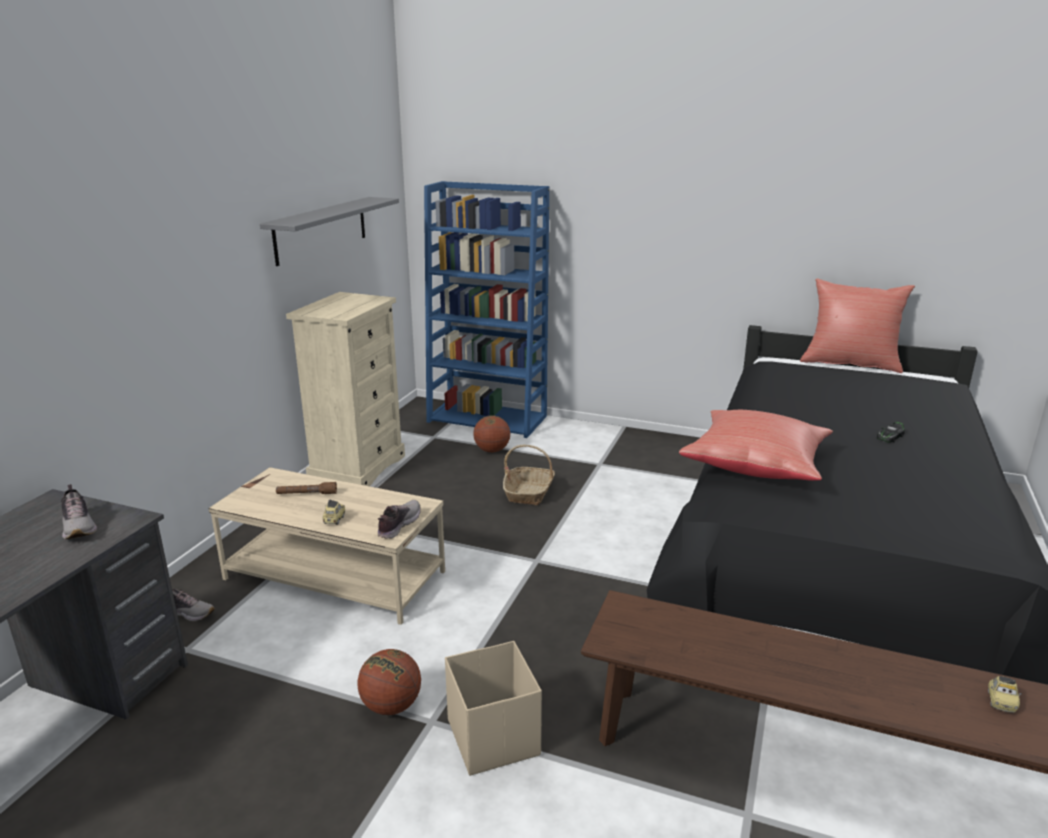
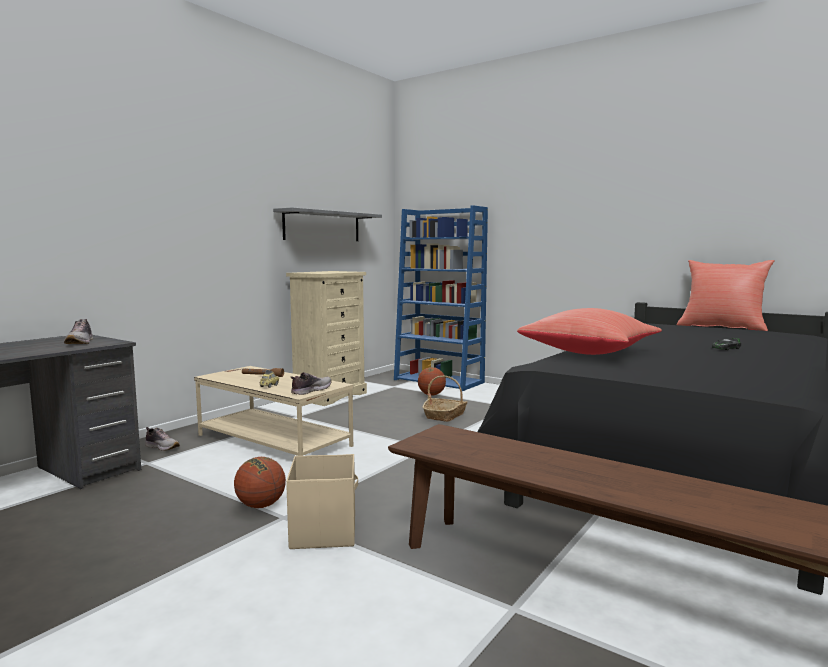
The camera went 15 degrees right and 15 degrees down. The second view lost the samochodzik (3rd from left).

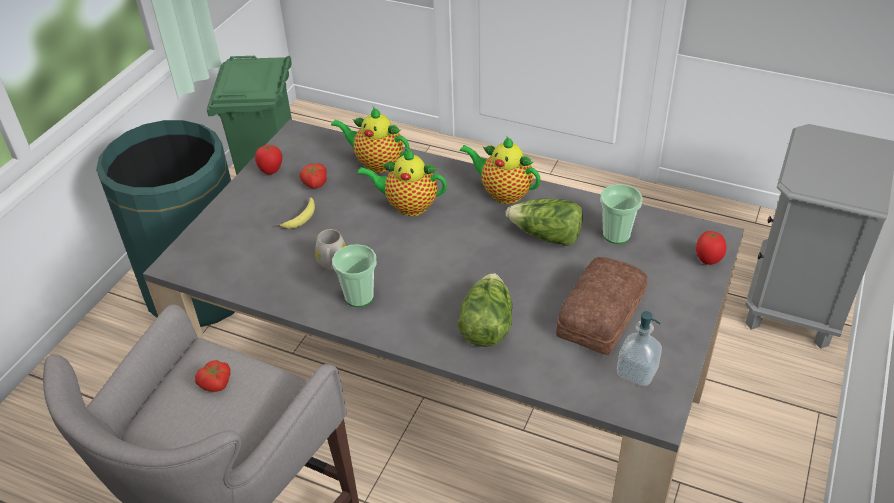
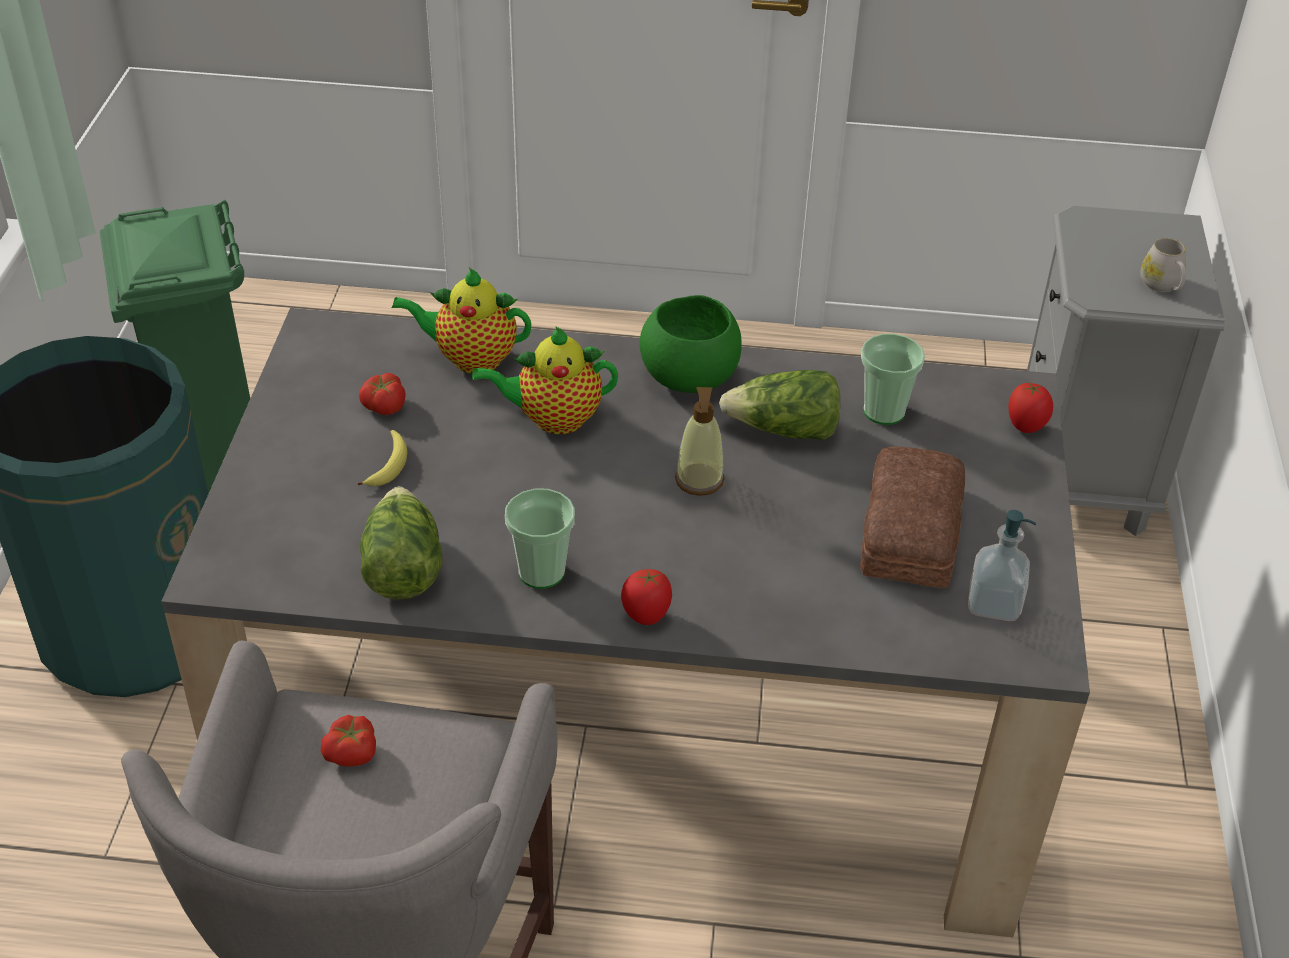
The camera went 20 degrees left and 0 degrees up. The pomidor (2nd from left in the first image) ended up elsewhere. The kubek/biały ended up elsewhere. The sałata (1st from left) ended up elsewhere. Where the imbryk (3rd from left) stood, the miska/zielony came to stand. The second view gained the dozownik mydła (1st from left).

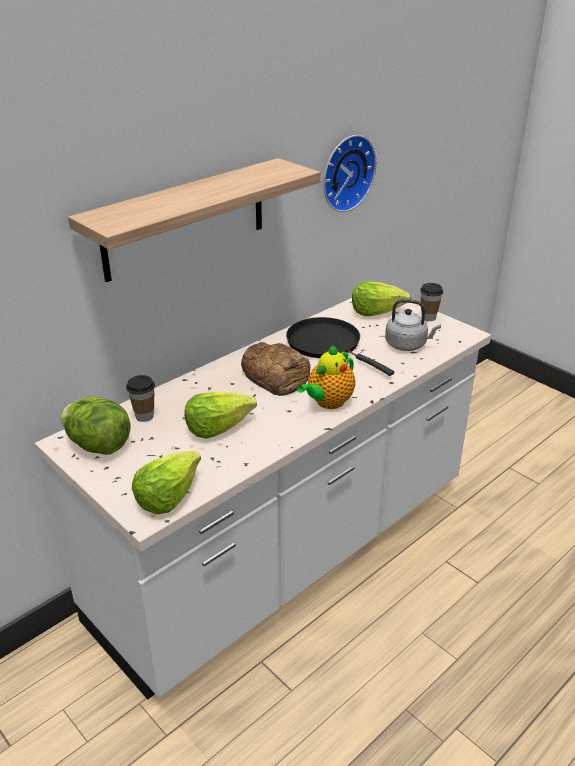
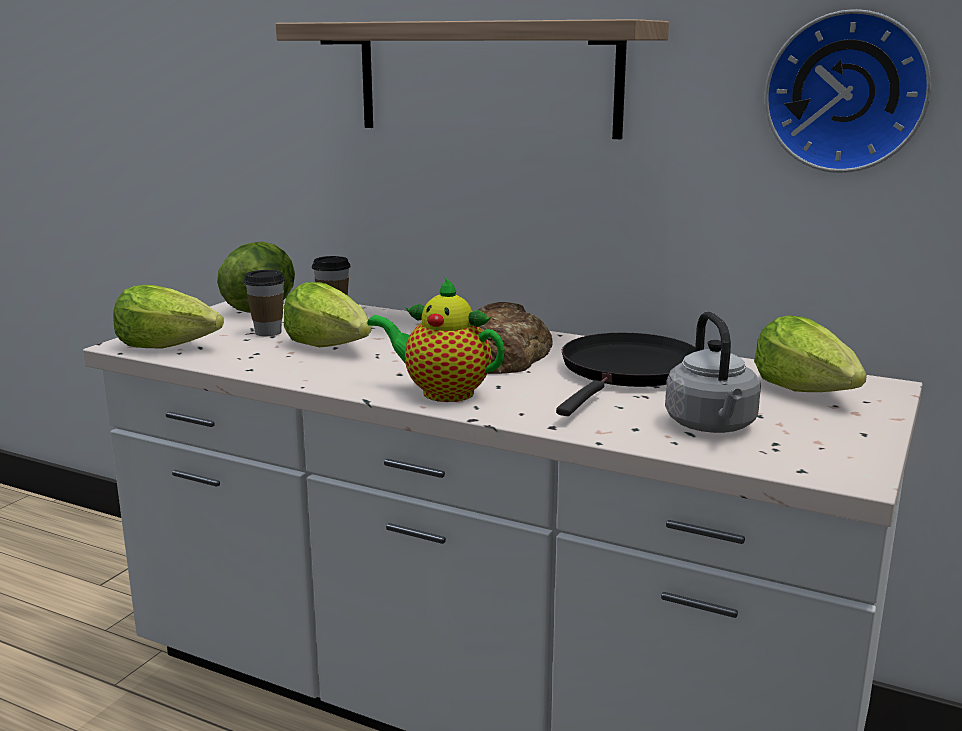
The camera went 70 degrees right and 15 degrees down. The filiżanka (2nd from left in the first image) ended up elsewhere.

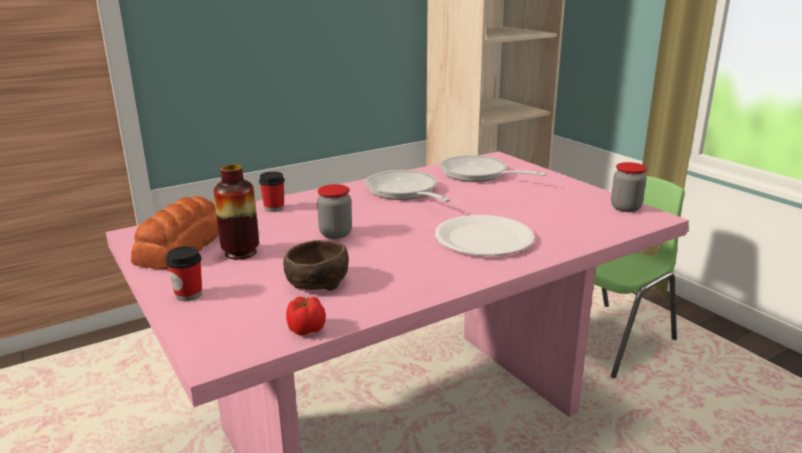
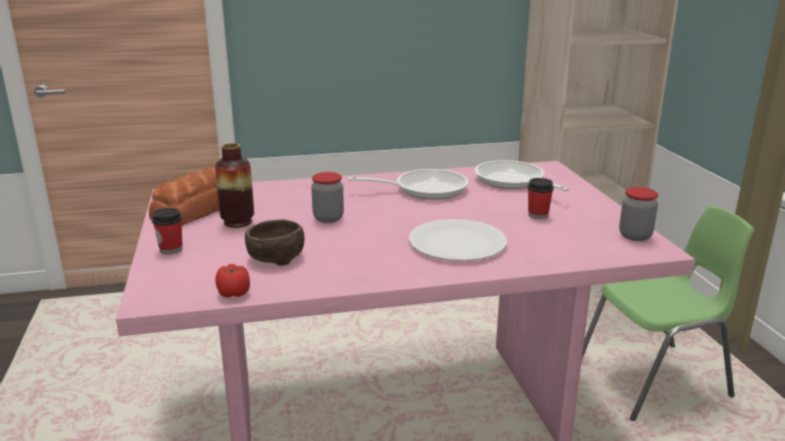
The camera went 20 degrees right and 0 degrees up. The filiżanka (2nd from left) ended up elsewhere. The patelnia (1st from left) ended up facing another way, 90 degrees clockwise from before.

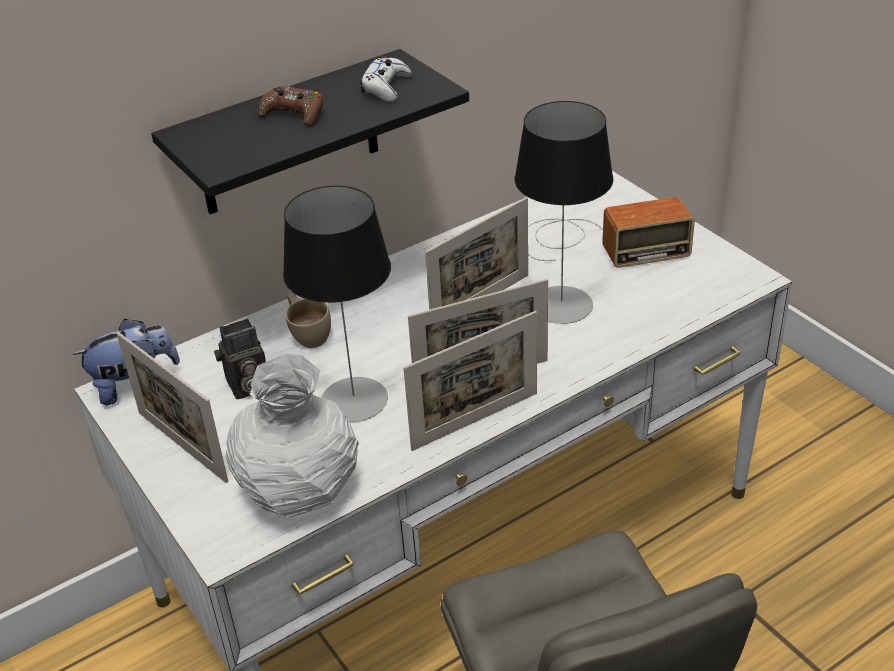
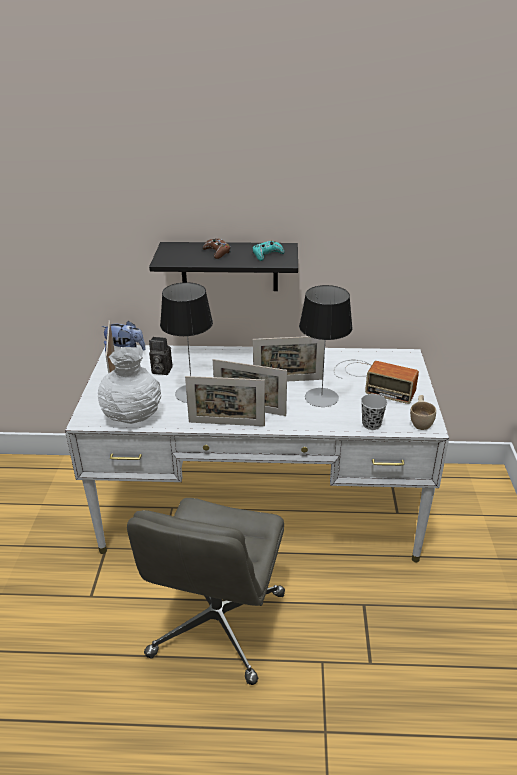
The camera went 35 degrees right and 5 degrees down. The filiżanka/beżowy ended up elsewhere. What was the pad do gier/biały turned into the pad do gier/turkusowy. The second view gained the filiżanka/czarny.

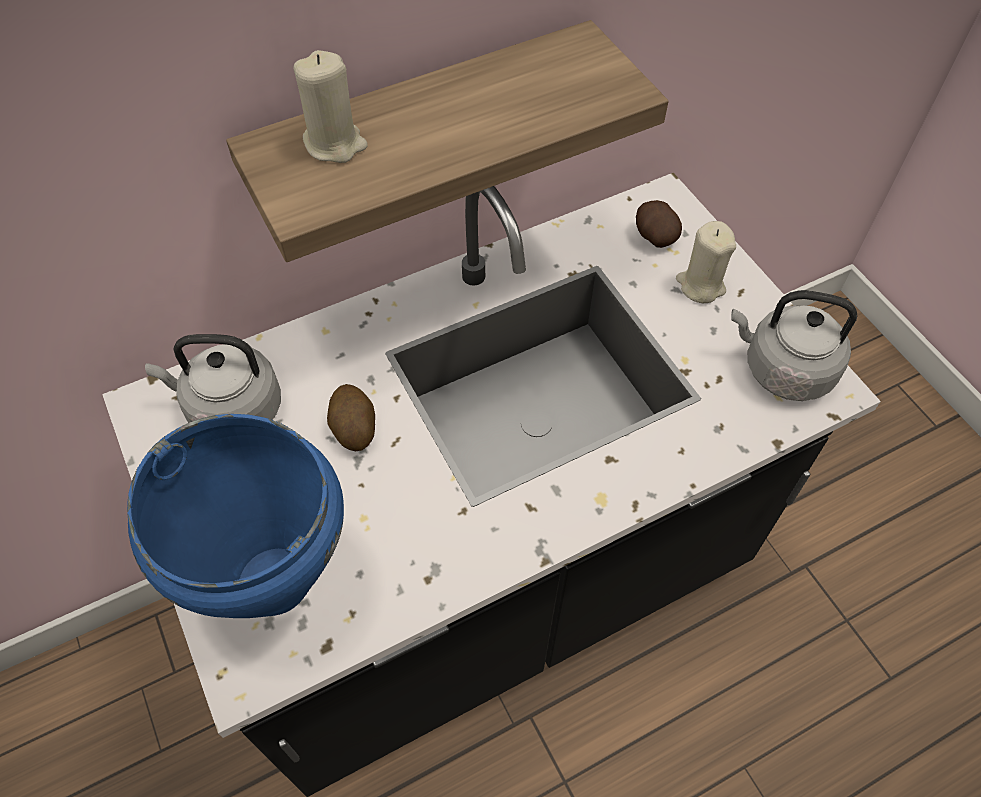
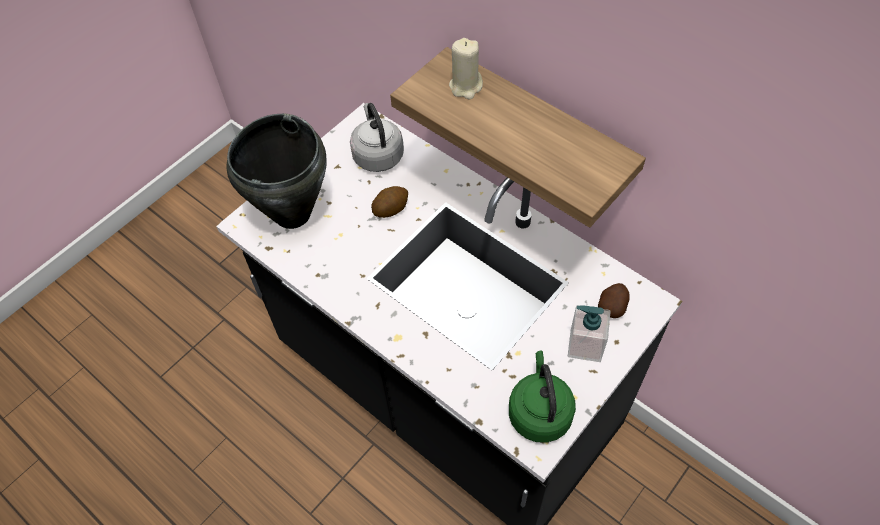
The camera went 70 degrees right and 0 degrees up. What was the garnek/niebieski turned into the garnek/czarny. Where the świeca/beżowy (2nd from left) stood, the dozownik mydła came to stand. What was the czajnik/szary (2nd from left) turned into the czajnik/zielony.

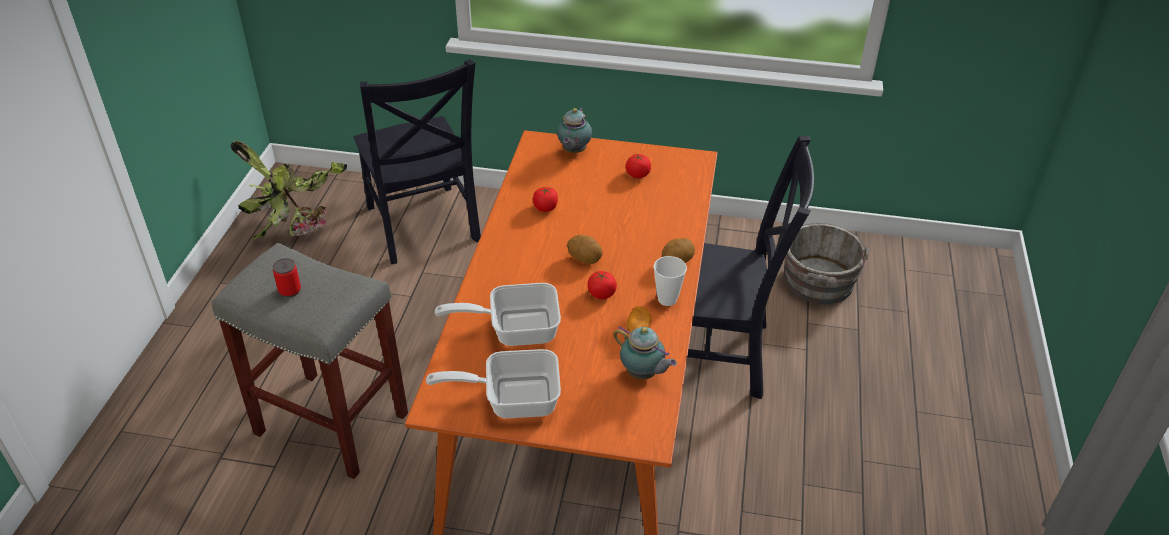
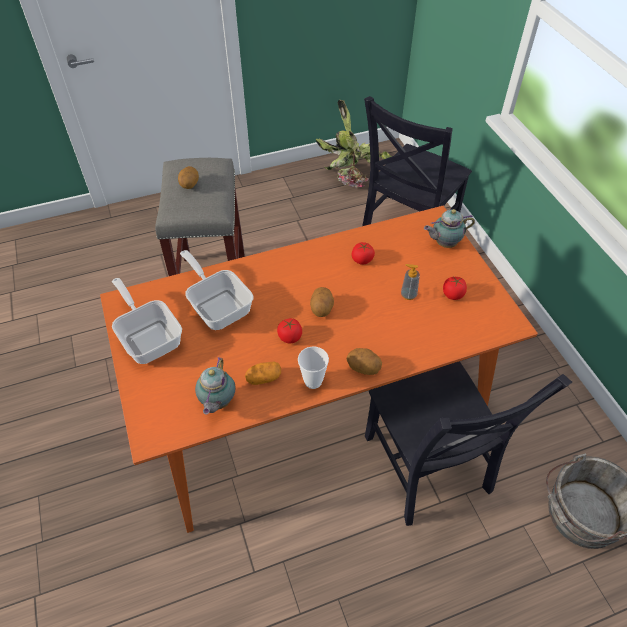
The camera went 60 degrees right and 10 degrees up. Where the puszka stood, the ziemniak (1st from left) came to stand. The second view gained the dozownik mydła.

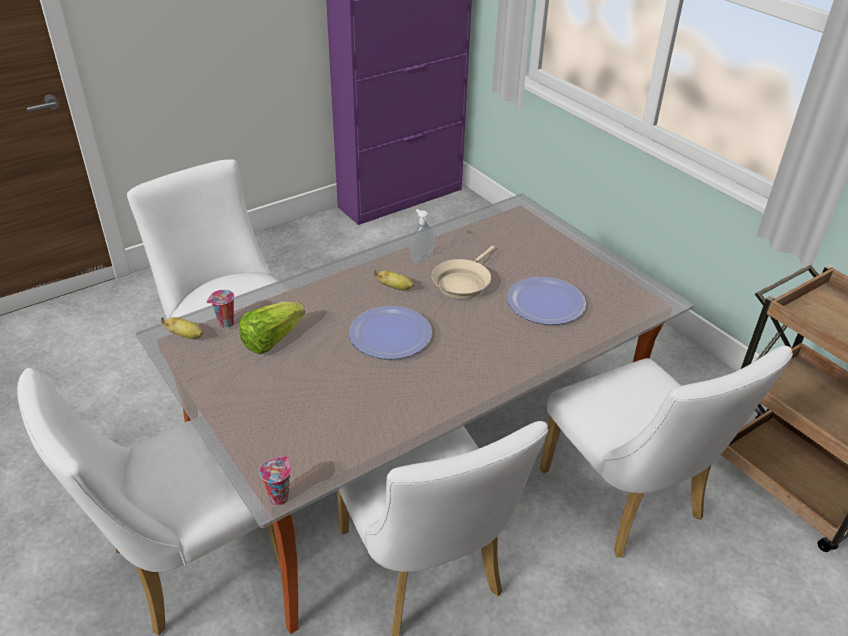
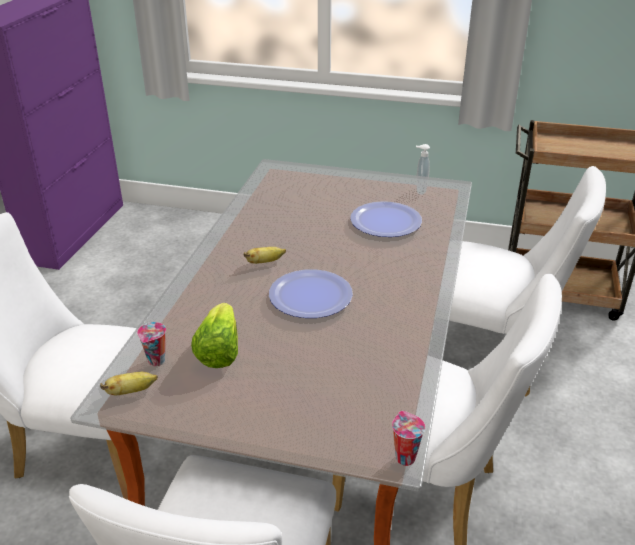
The camera went 40 degrees left and 5 degrees down. The dozownik mydła ended up elsewhere. The second view lost the patelnia/beżowy.

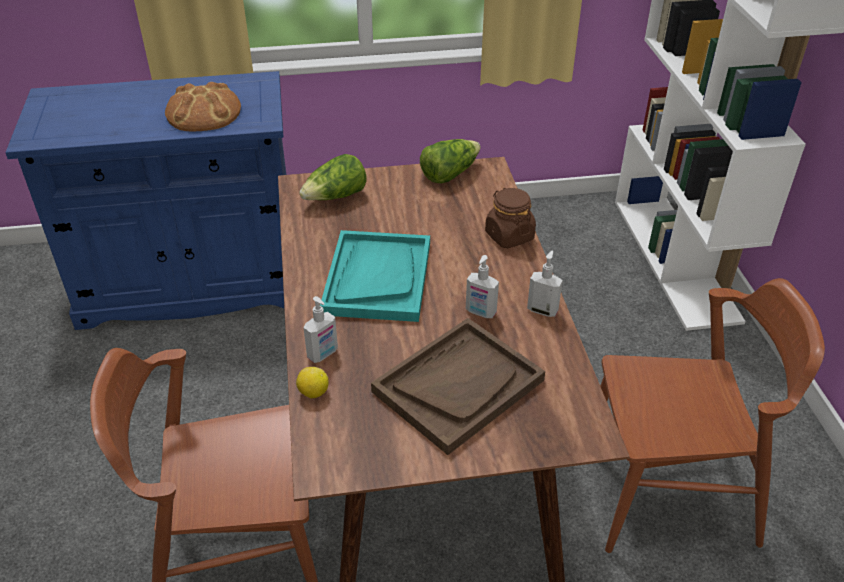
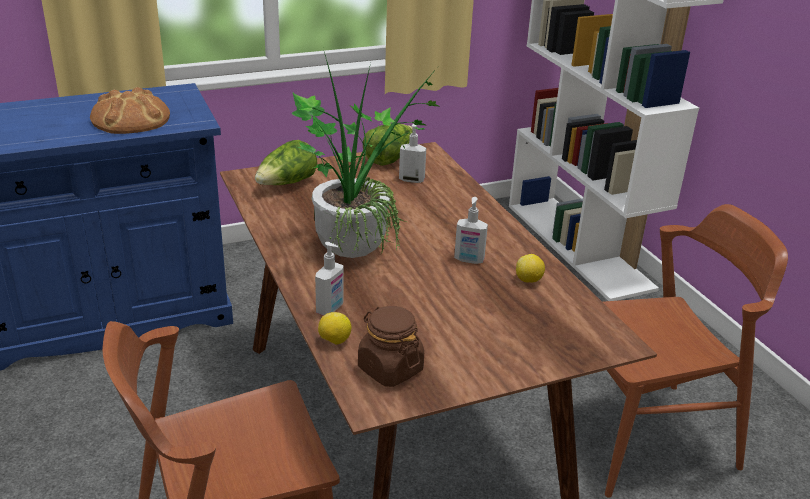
The camera went 15 degrees left and 10 degrees down. Where the taca/turkusowy stood, the roślina doniczkowa came to stand. The second view lost the taca/brązowy. The słoik/brązowy ended up elsewhere. The dozownik mydła (3rd from left in the first image) ended up elsewhere. The second view gained the cytryna (2nd from left).

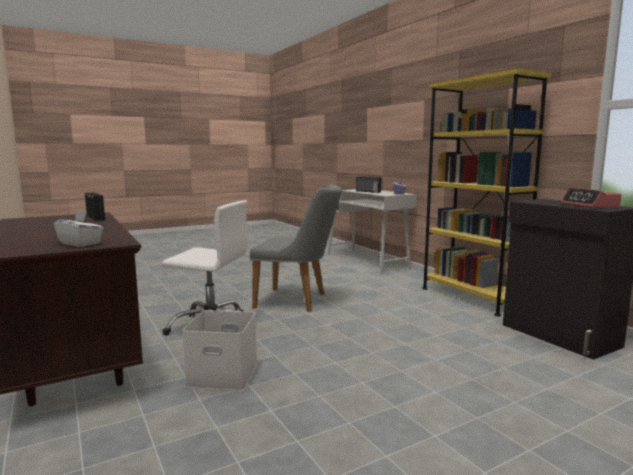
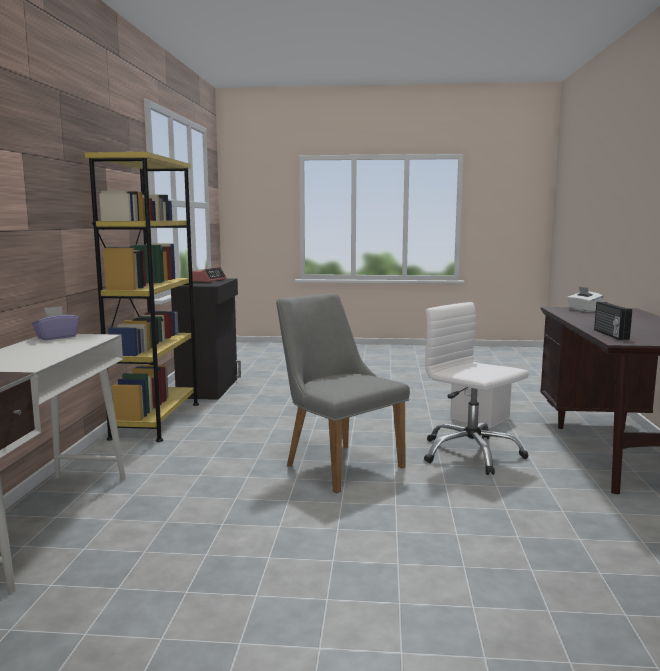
The camera went 145 degrees left and 0 degrees up. The second view lost the radio (2nd from left).

